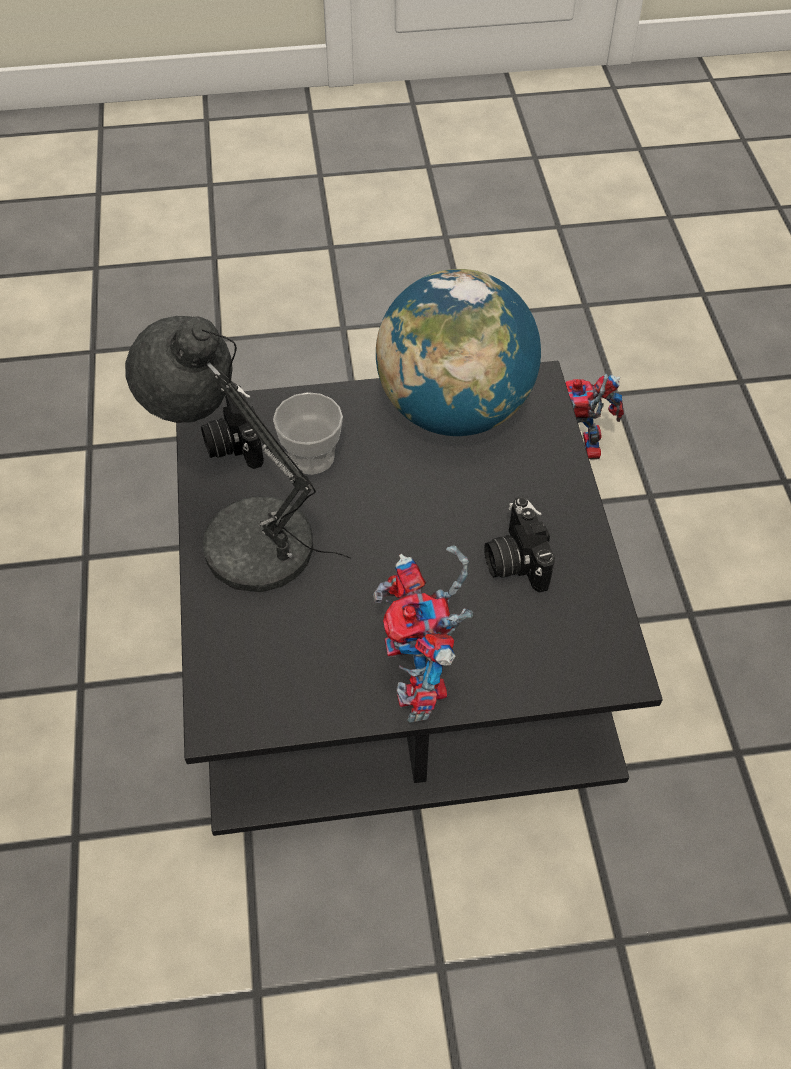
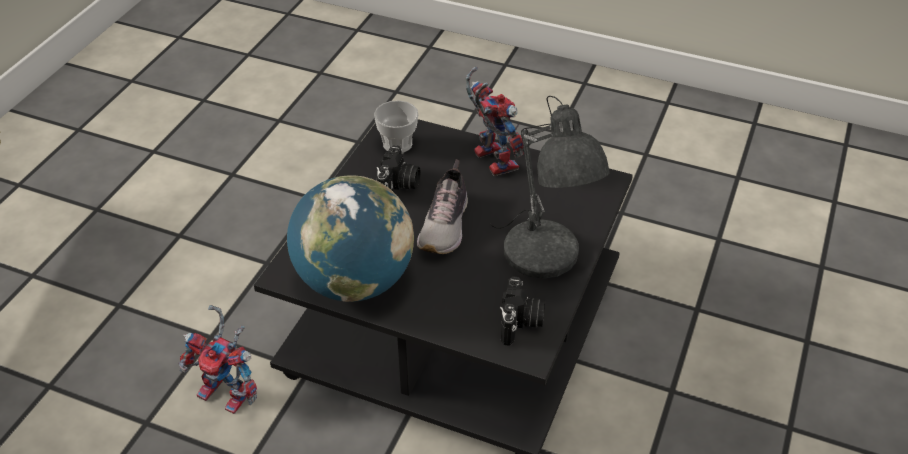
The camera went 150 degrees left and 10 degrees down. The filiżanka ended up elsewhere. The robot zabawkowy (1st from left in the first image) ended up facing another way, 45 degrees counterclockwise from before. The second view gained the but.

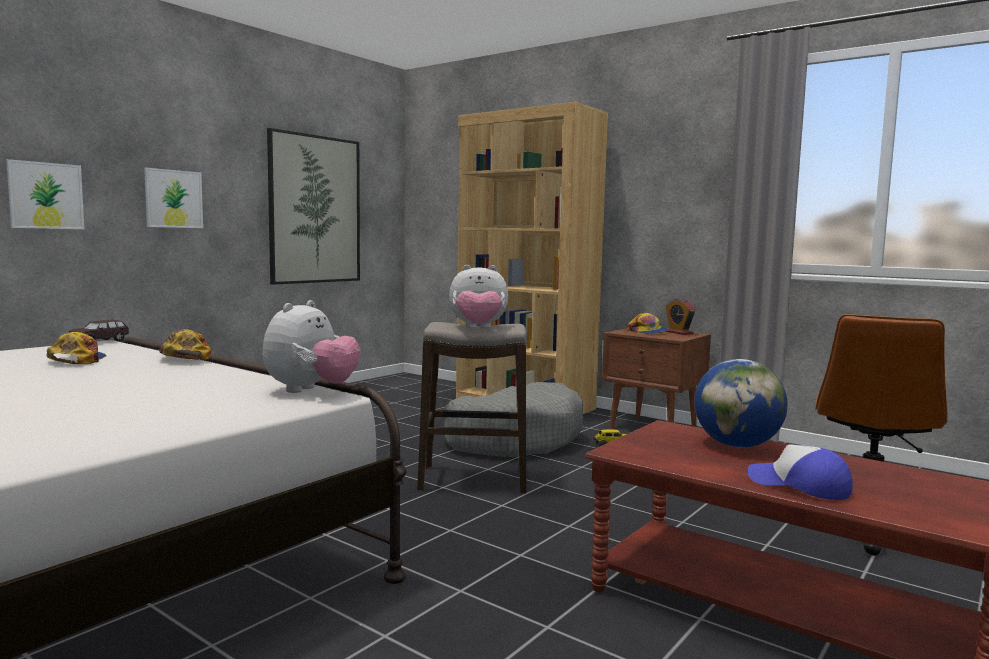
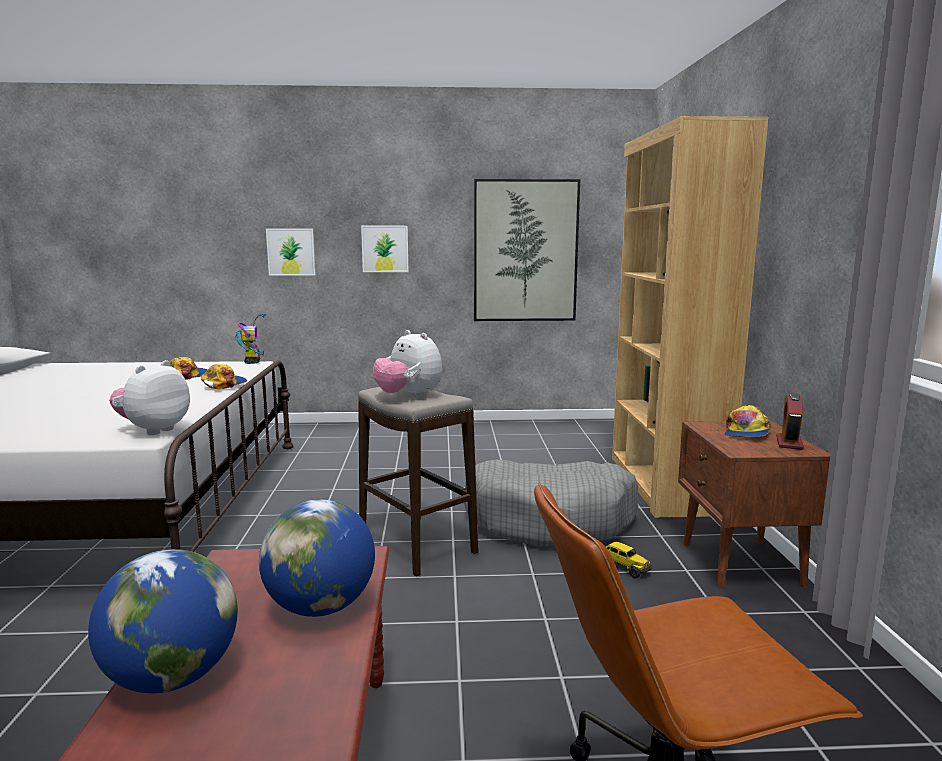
The camera went 50 degrees right and 5 degrees up. Where the samochodzik/brązowy stood, the robot zabawkowy came to stand. The pluszak (1st from left) ended up facing another way, 135 degrees clockwise from before. Where the czapka z daszkiem (4th from left) stood, the globus (1st from left) came to stand.

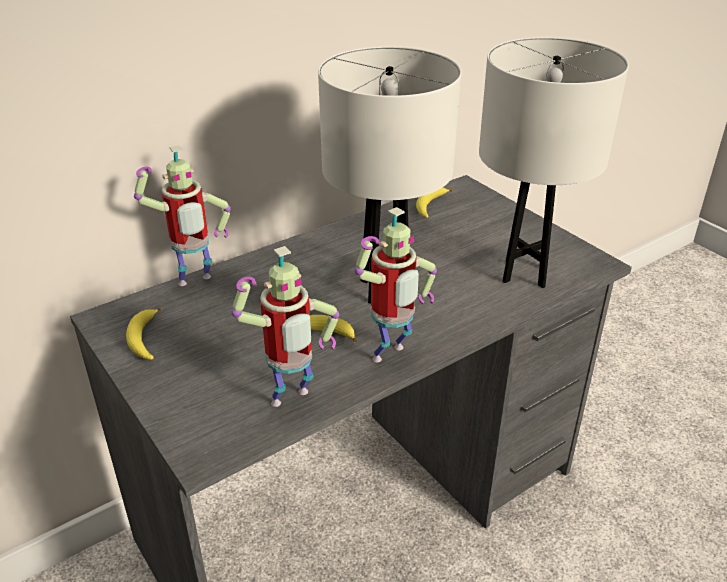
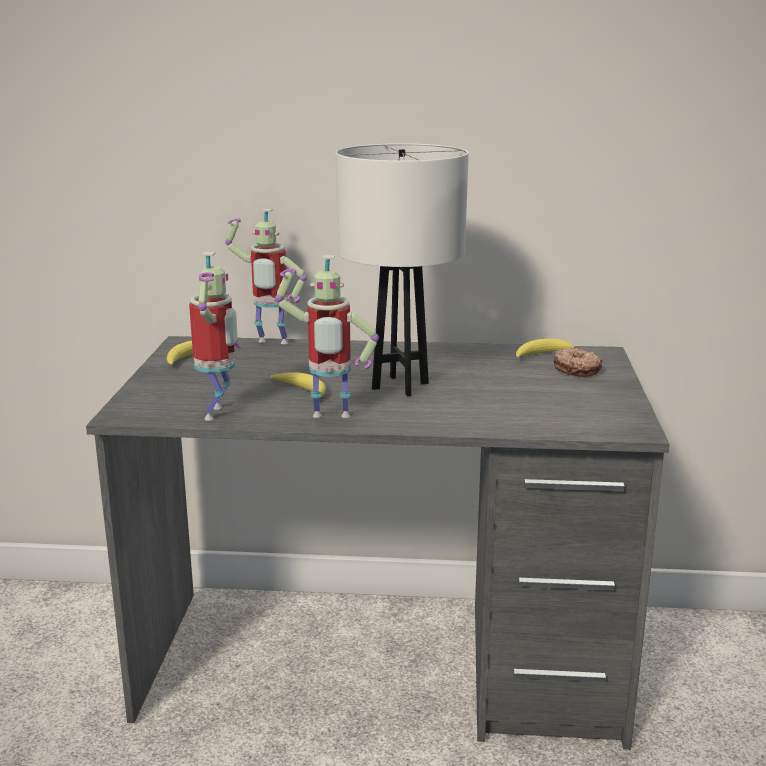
The camera went 40 degrees right and 15 degrees down. The robot zabawkowy (2nd from left in the first image) ended up facing another way, 90 degrees counterclockwise from before. The second view lost the lampa stołowa/biały (2nd from left). The second view gained the donut.

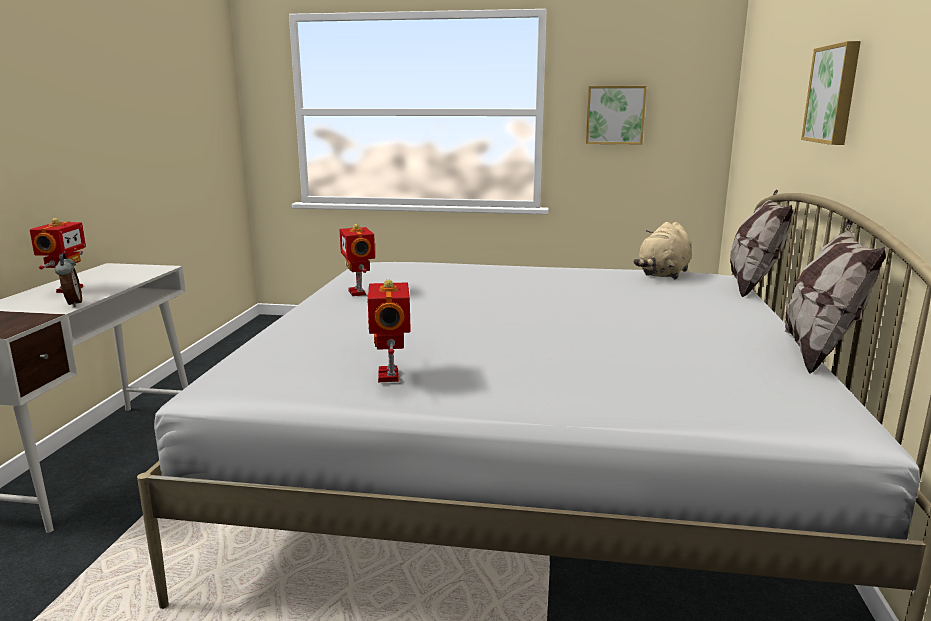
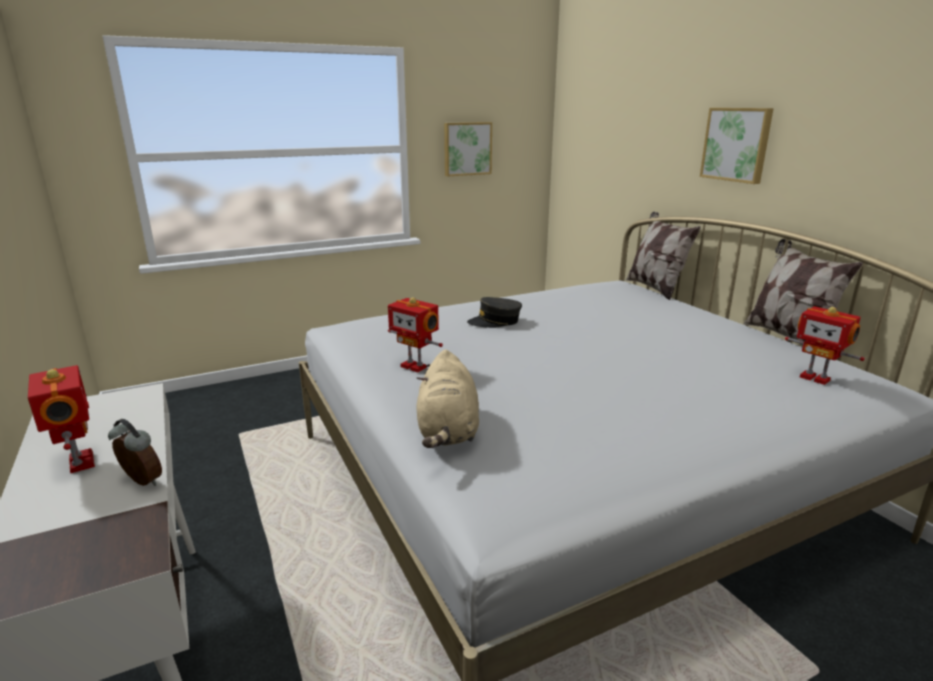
The camera went 35 degrees left and 5 degrees up. The robot zabawkowy (3rd from left) ended up elsewhere. The pluszak/beżowy ended up elsewhere. The second view gained the czapka z daszkiem/szary.

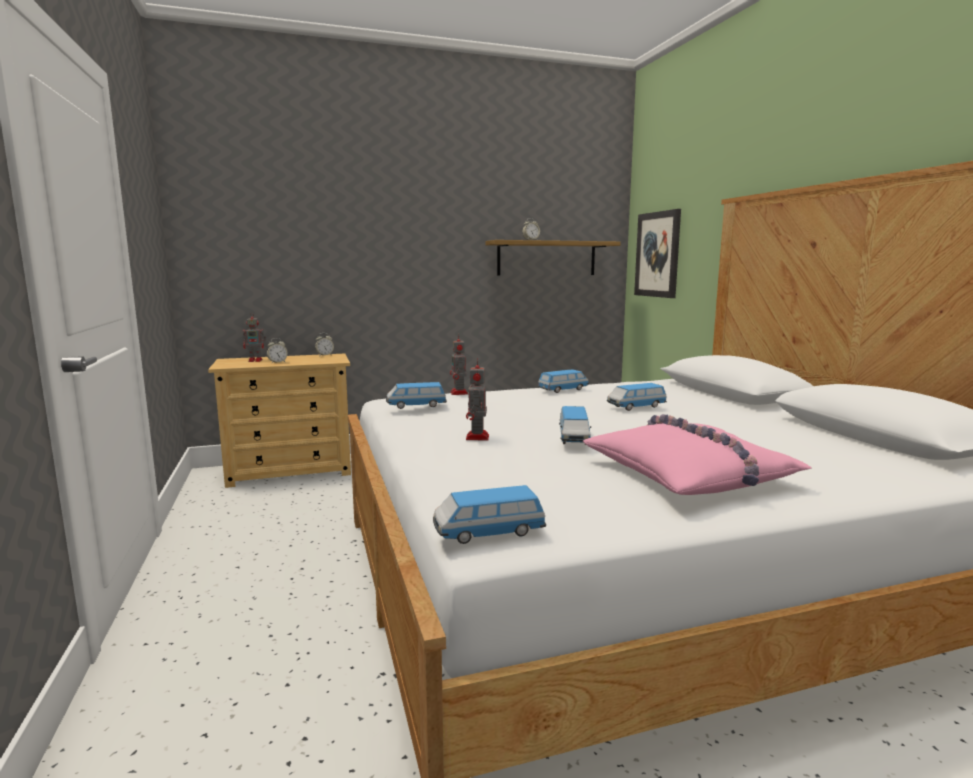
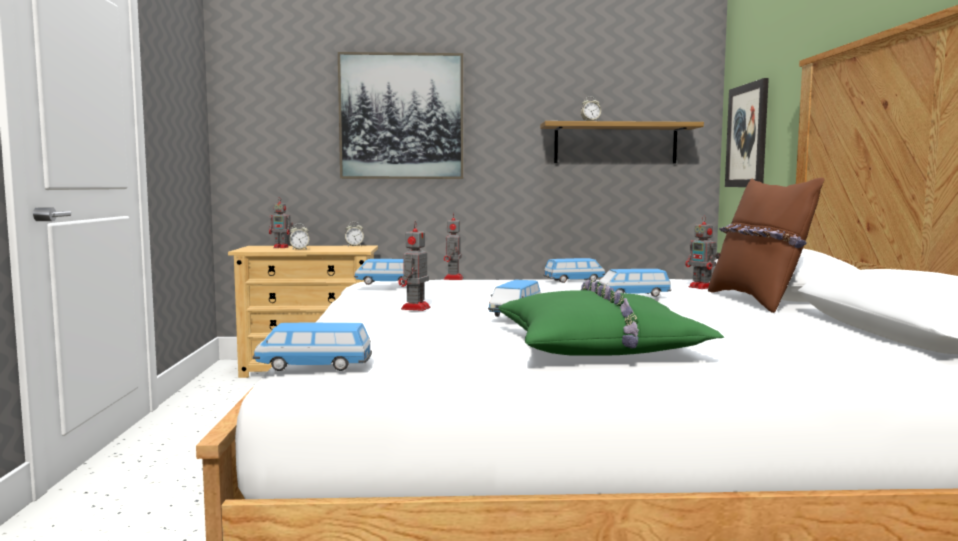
The camera went 15 degrees right and 5 degrees down. What was the poduszka/różowy turned into the poduszka/zielony. The second view gained the obraz (1st from left). The second view gained the robot zabawkowy (4th from left). The second view gained the poduszka/brązowy.

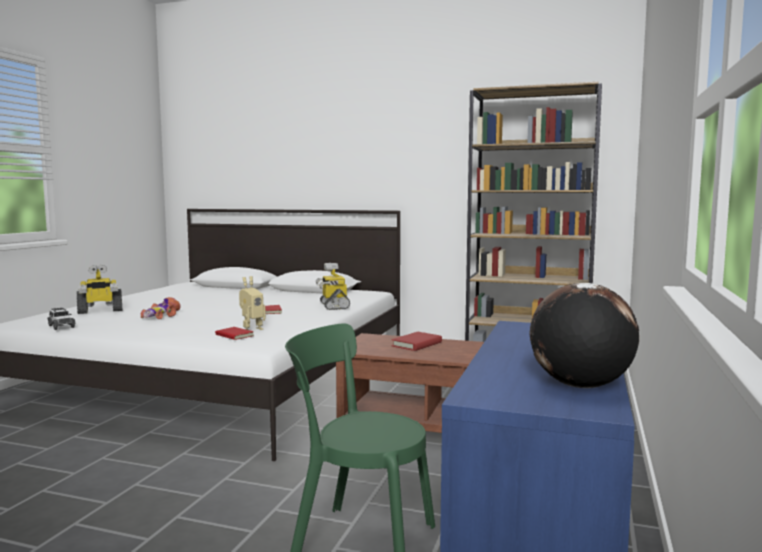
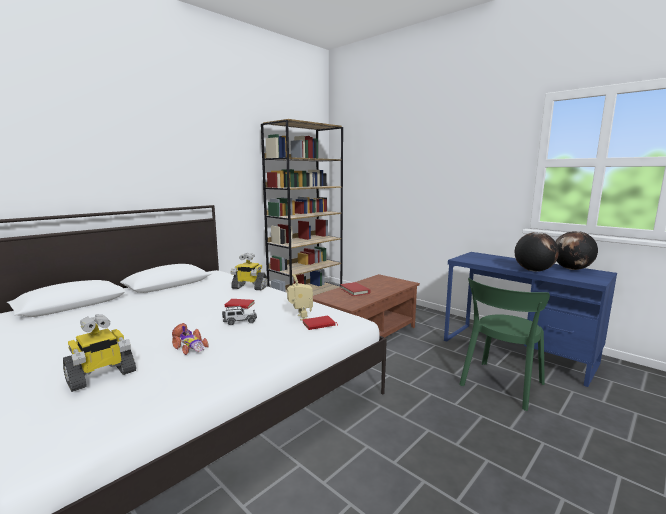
The camera went 65 degrees left and 5 degrees up. The samochodzik (1st from left in the first image) ended up elsewhere. The robot zabawkowy (1st from left) ended up facing another way, 45 degrees clockwise from before. The second view gained the globus (1st from left).

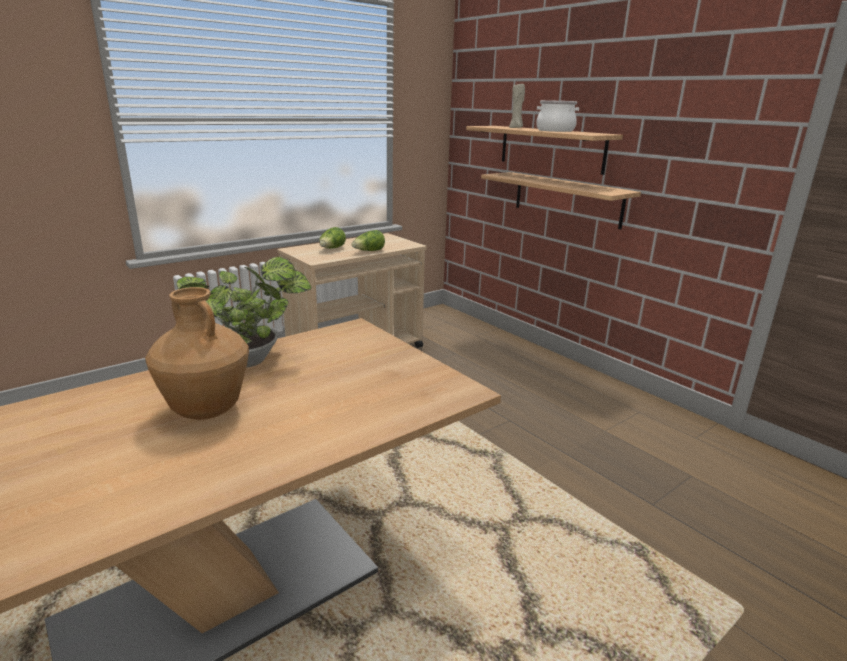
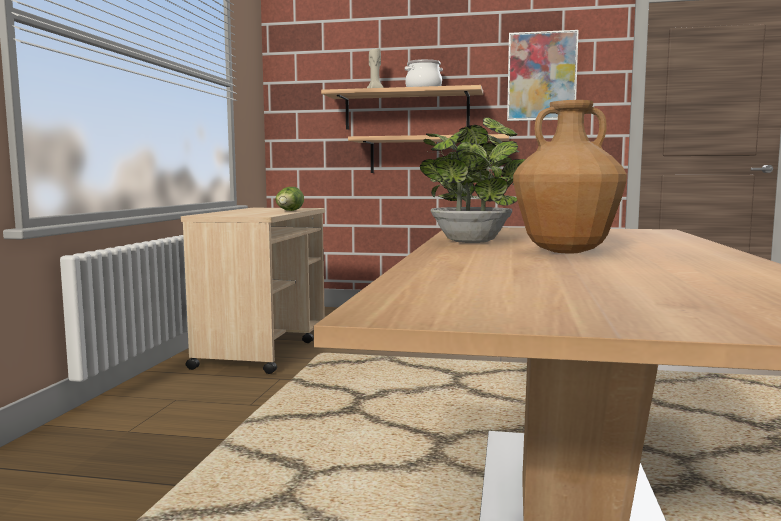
The camera went 40 degrees left and 15 degrees down. The second view lost the sałata (1st from left). The second view gained the obraz.

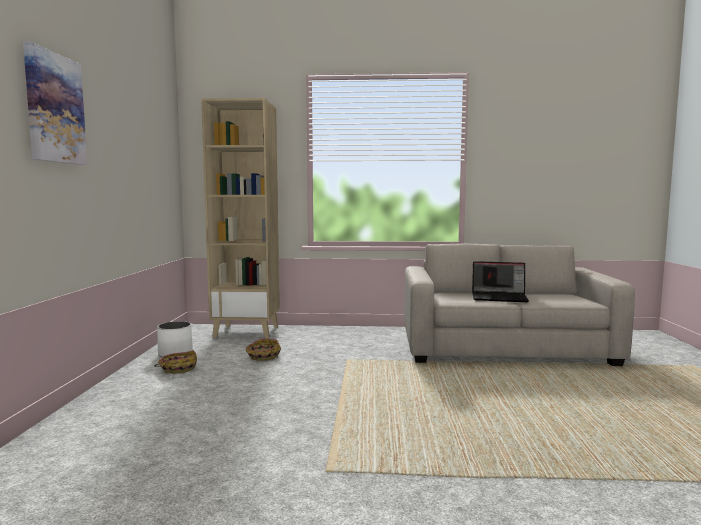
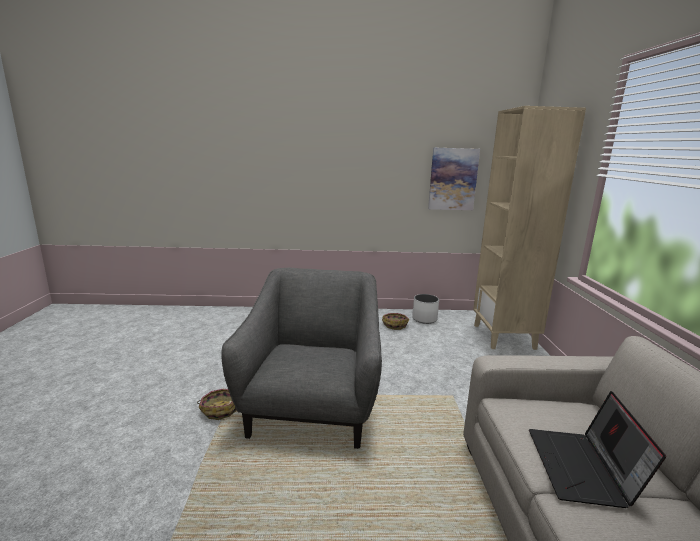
The camera went 85 degrees right and 10 degrees up. The obraz ended up elsewhere. The koszyk (2nd from left in the first image) ended up elsewhere. The second view gained the fotel/szary.

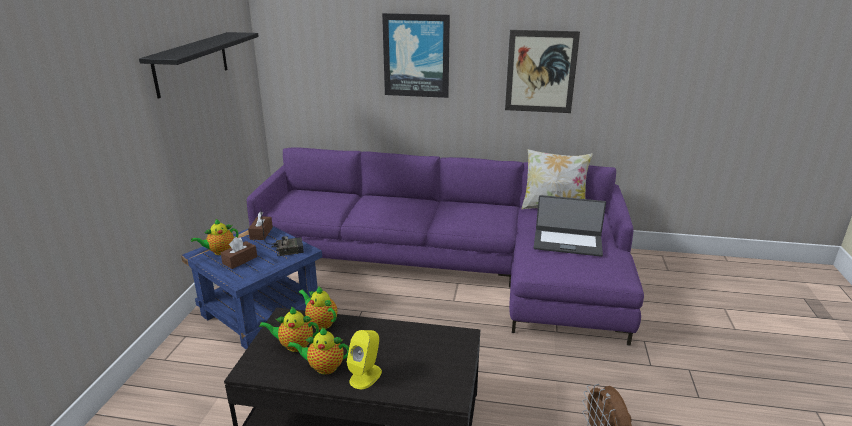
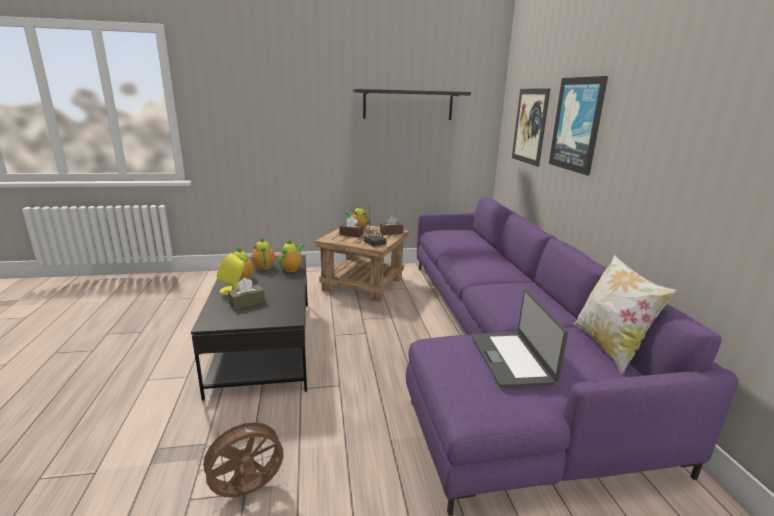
The camera went 70 degrees right and 5 degrees down. What was the stolik/niebieski turned into the stolik/brązowy. The obraz (2nd from left in the first image) ended up elsewhere. The second view gained the pudełko chusteczek/brązowy (1st from left).

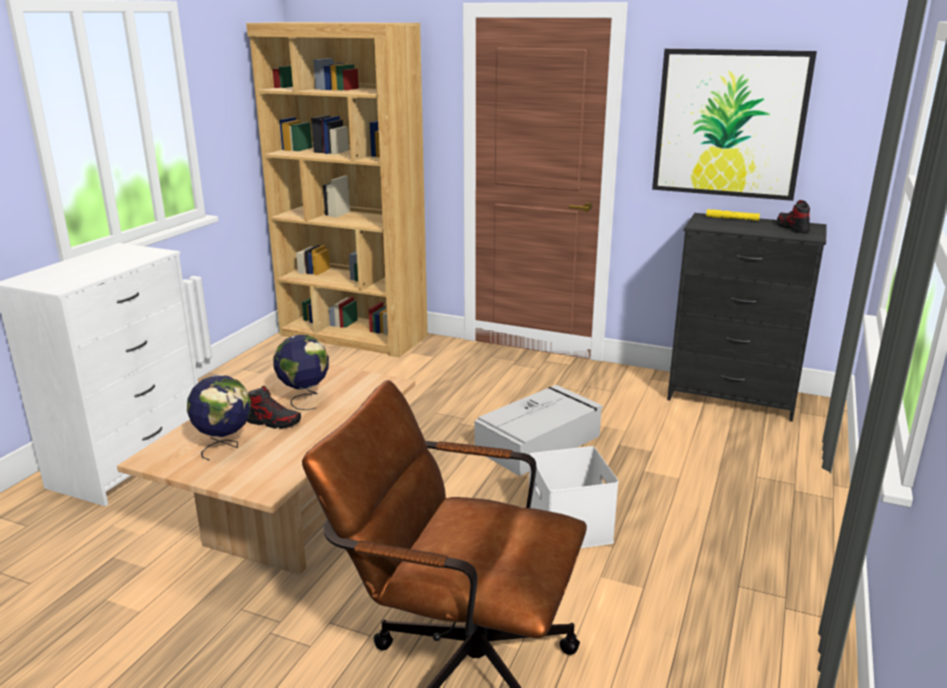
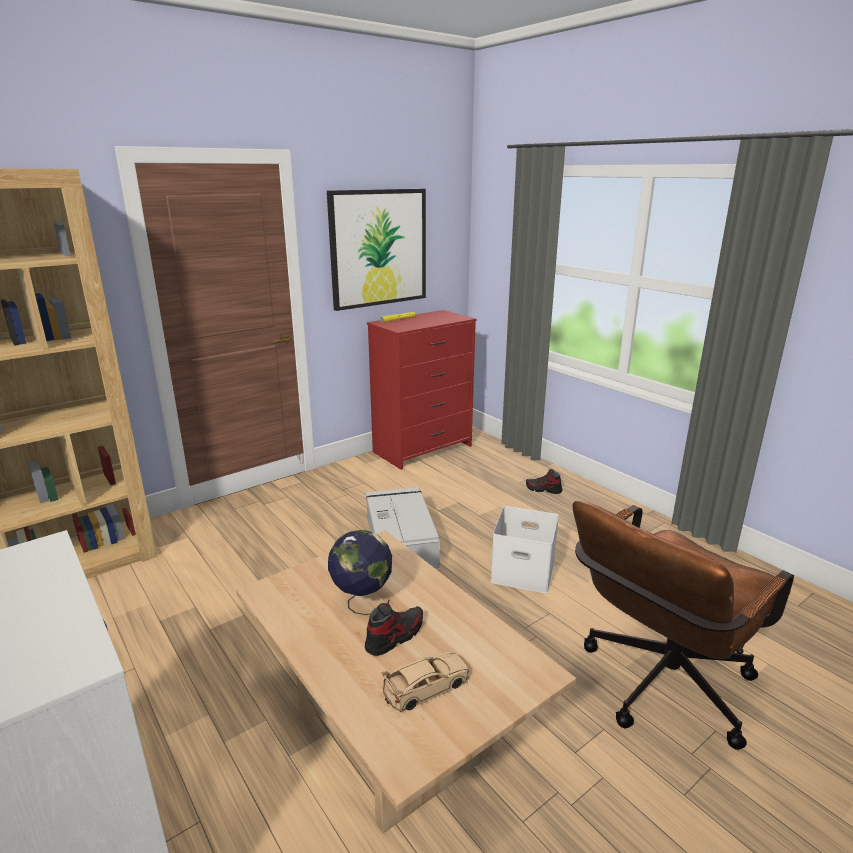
The camera went 60 degrees left and 0 degrees up. Where the globus (1st from left) stood, the samochodzik/beżowy came to stand. What was the komoda/czarny turned into the komoda/czerwony. The but (2nd from left) ended up elsewhere.

